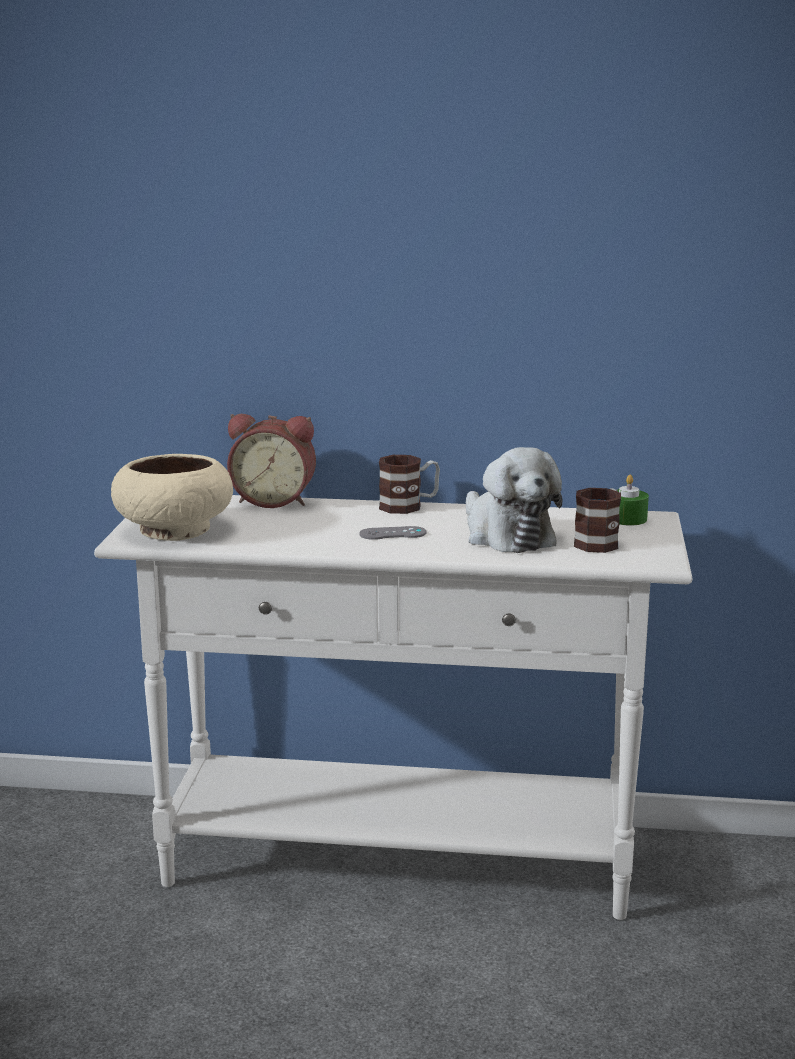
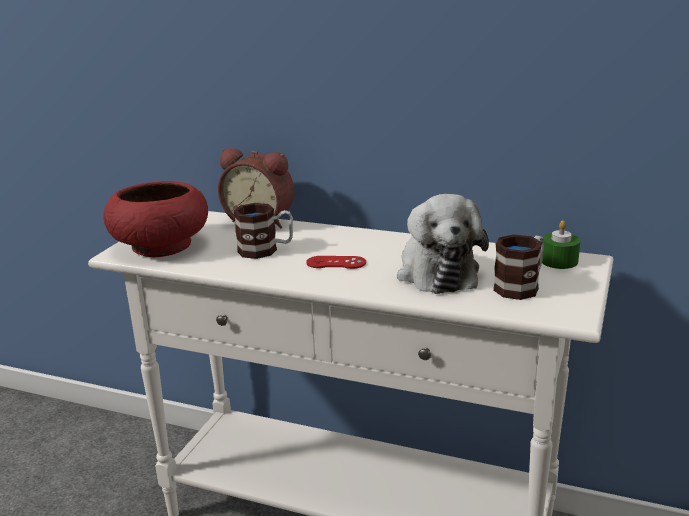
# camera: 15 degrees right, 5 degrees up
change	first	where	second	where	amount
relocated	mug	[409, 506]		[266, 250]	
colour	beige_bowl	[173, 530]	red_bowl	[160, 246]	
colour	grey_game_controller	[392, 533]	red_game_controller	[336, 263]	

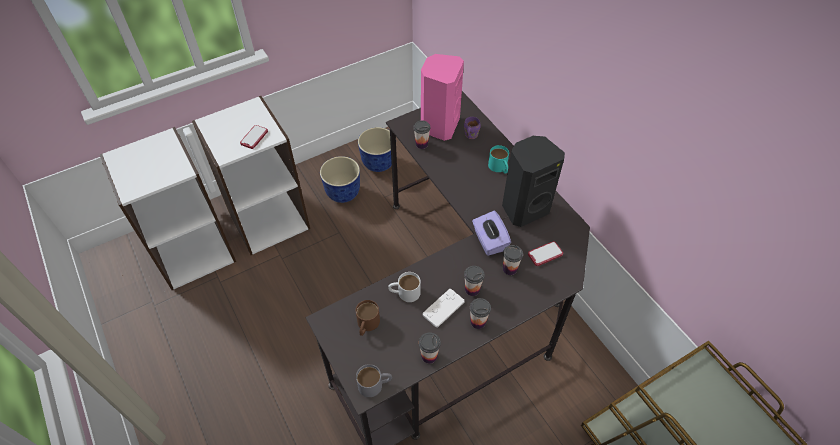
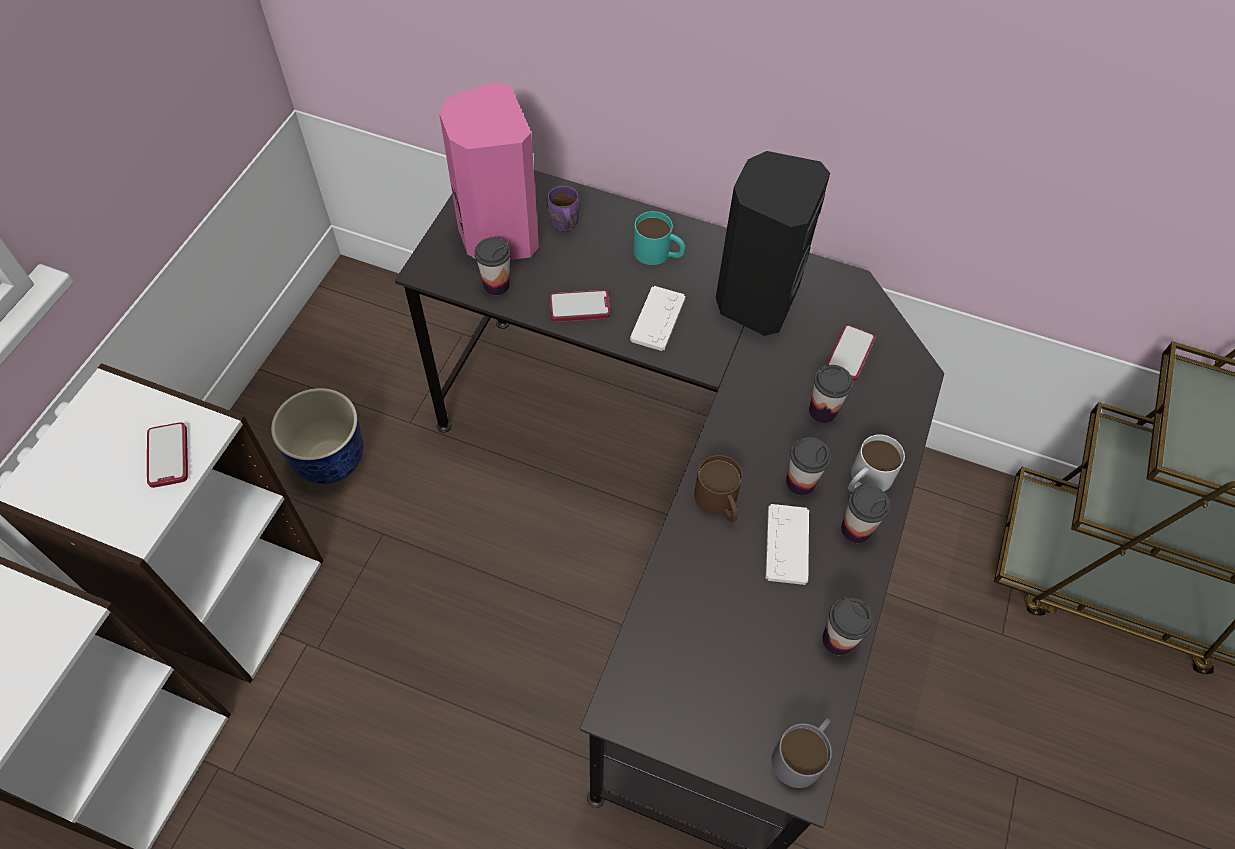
# camera: 40 degrees left, 5 degrees up
change	first	where	second	where	amount
missing	planter	[378, 164]			
missing	purple_tissue_box	[489, 241]			
appeared			phone	[579, 307]	
appeared			white_game_controller	[658, 319]	
relocated	brown_mug	[367, 325]		[719, 503]	
relocated	white_mug	[404, 292]		[866, 479]	

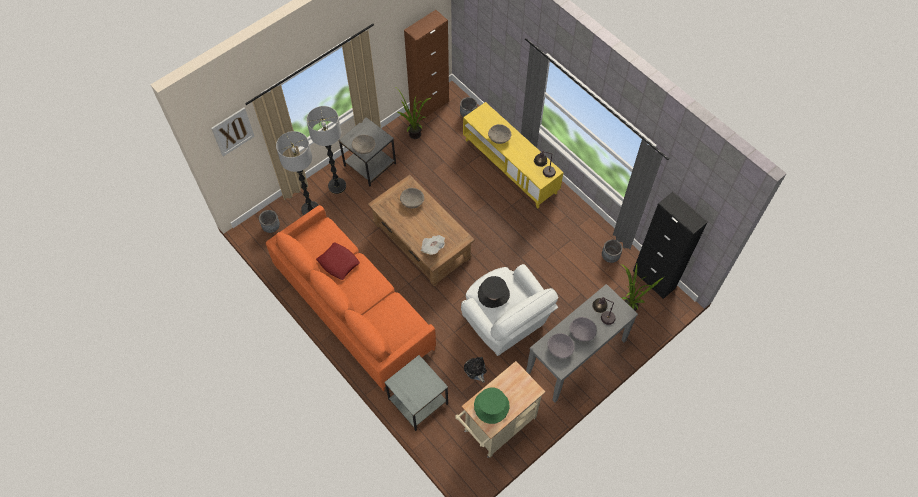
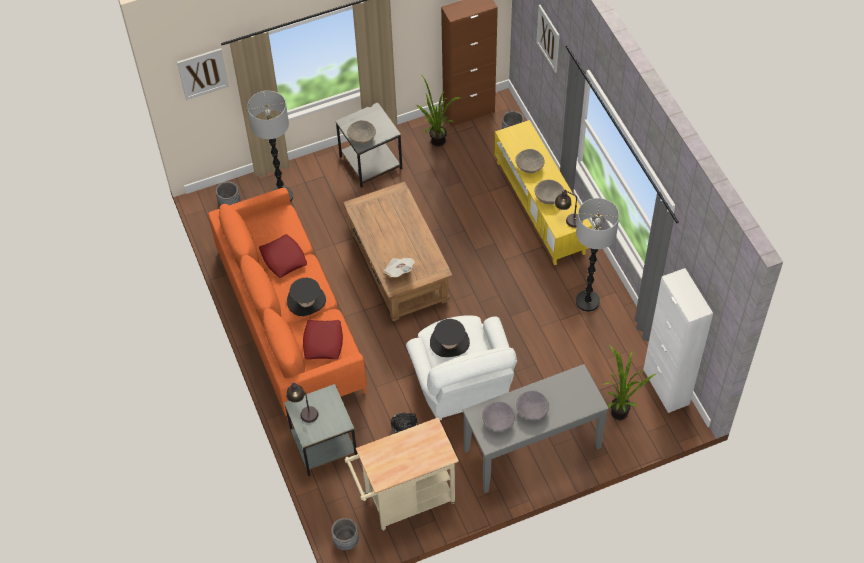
# camera: 20 degrees right, 5 degrees down
change	first	where	second	where	amount
missing	green_hat	[491, 406]			
appeared			black_hat	[306, 301]	
appeared			red_pillow	[323, 342]	
appeared			picture	[548, 38]	
relocated	floor_lamp	[337, 186]		[587, 301]	
relocated	beige_bowl	[412, 201]		[548, 196]	
relocated	table_lamp	[602, 316]		[303, 411]	
relocated	grey_planter	[610, 257]		[346, 541]	
colour	black_cabinet	[654, 279]	white_cabinet	[666, 387]	

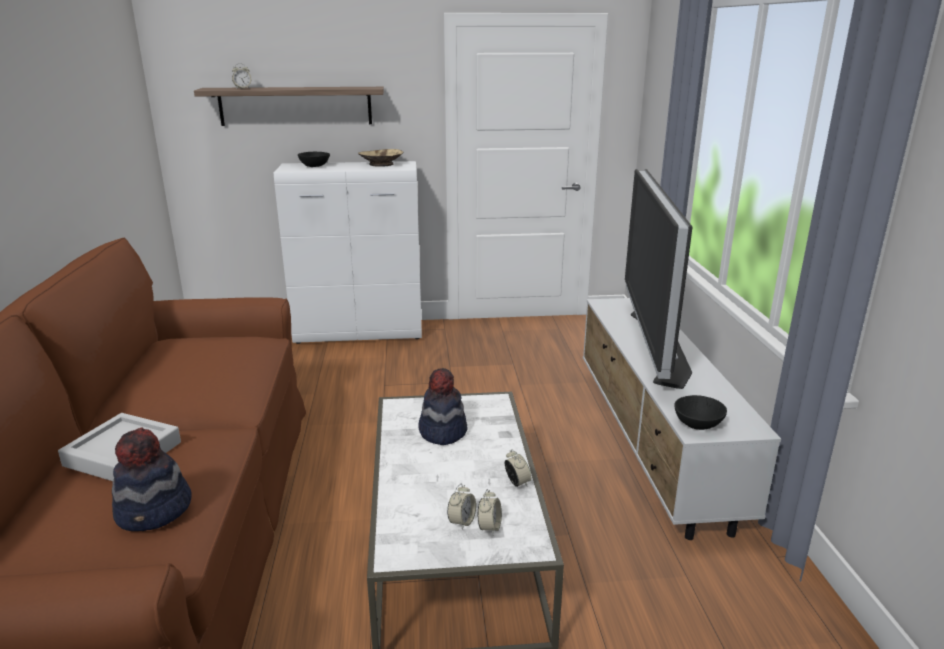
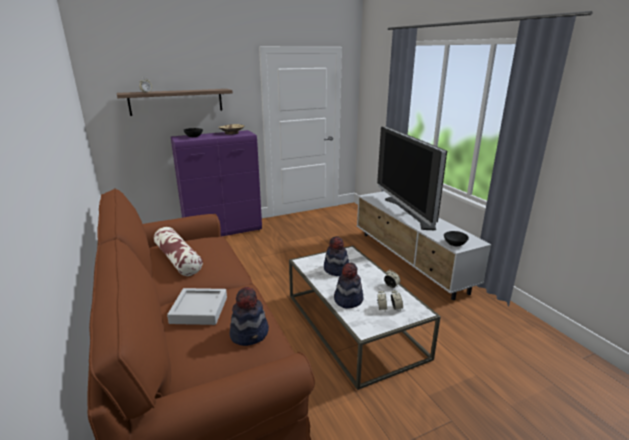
# camera: 20 degrees left, 0 degrees up
change	first	where	second	where	amount
appeared			pillow	[178, 259]	
appeared			hat	[348, 299]	
colour	white_cabinet	[360, 333]	purple_cabinet	[224, 232]	

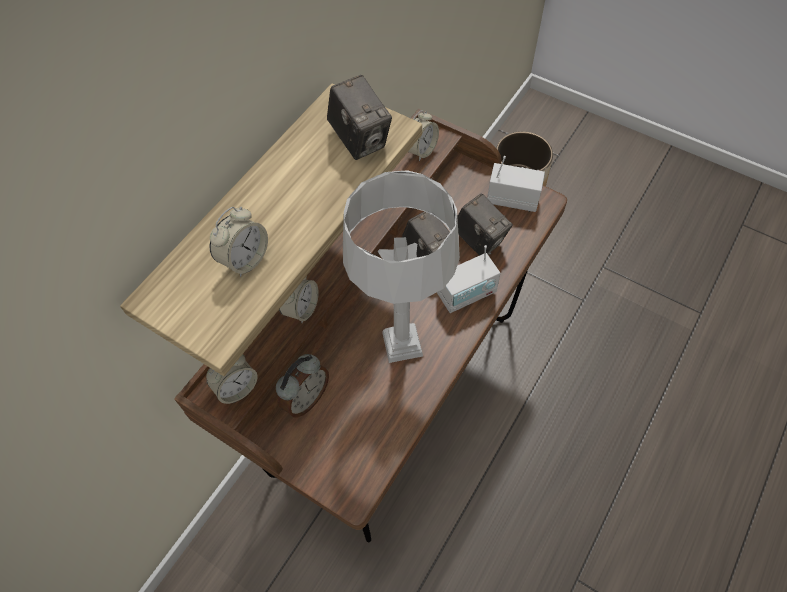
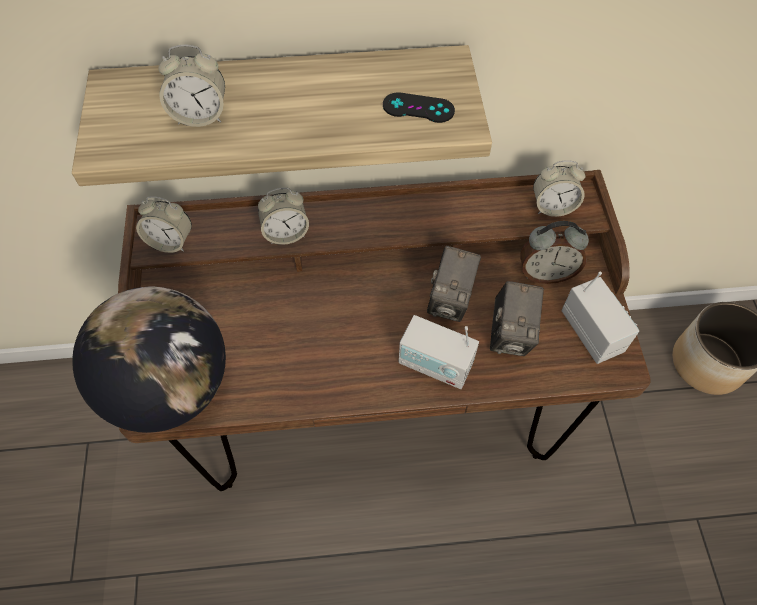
# camera: 50 degrees right, 0 degrees up
change	first	where	second	where	amount
missing	grey_table_lamp	[402, 344]			
appeared			globe	[170, 387]	
relocated	alarm_clock	[306, 398]		[545, 273]	
exchanged	photo_camera	[360, 140]	black_game_controller	[418, 108]	

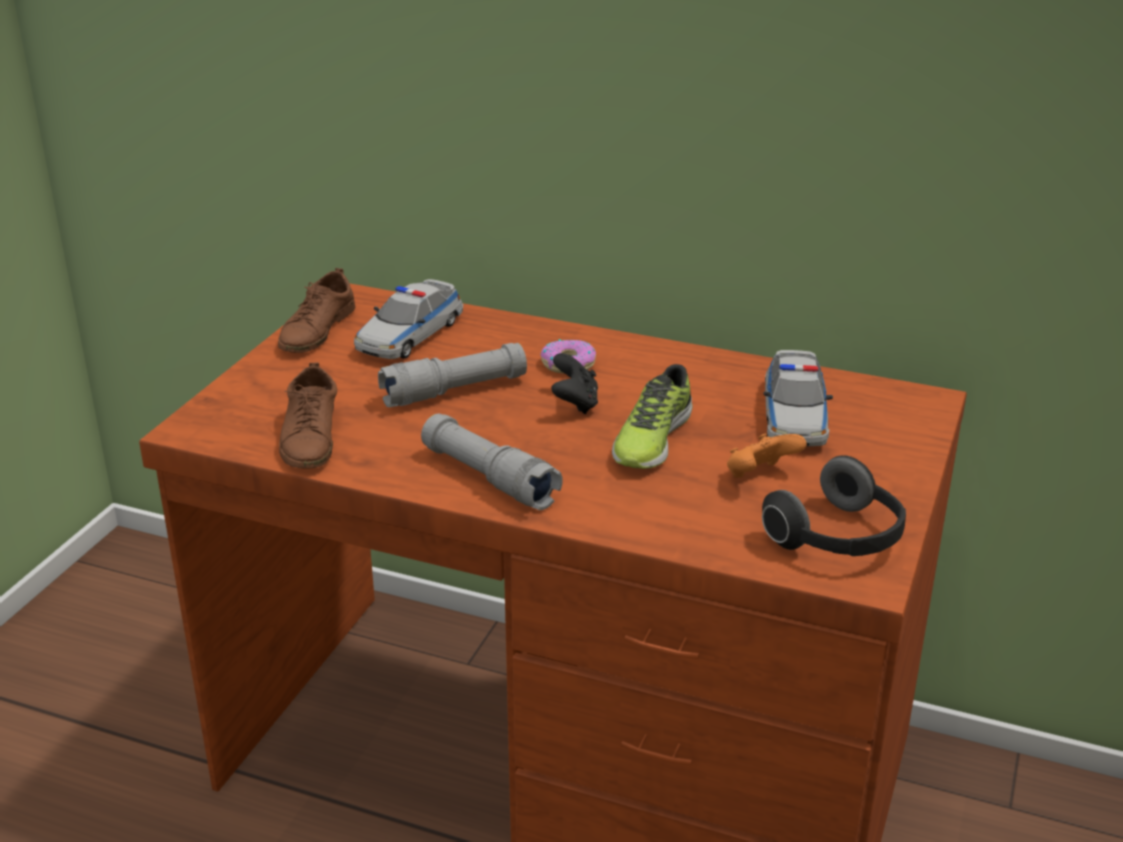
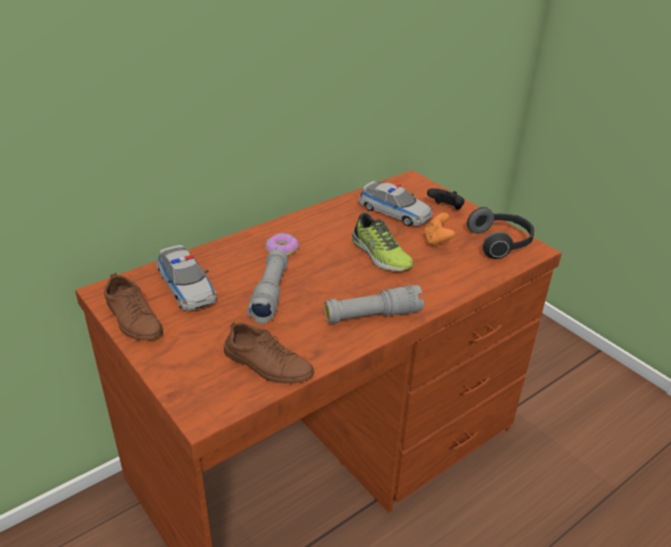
# camera: 60 degrees left, 5 degrees up
change	first	where	second	where	amount
relocated	black_game_controller	[575, 403]		[445, 209]	

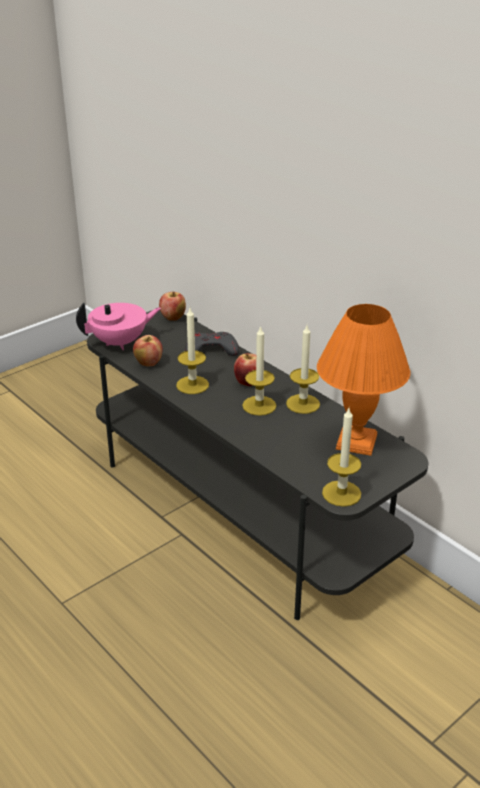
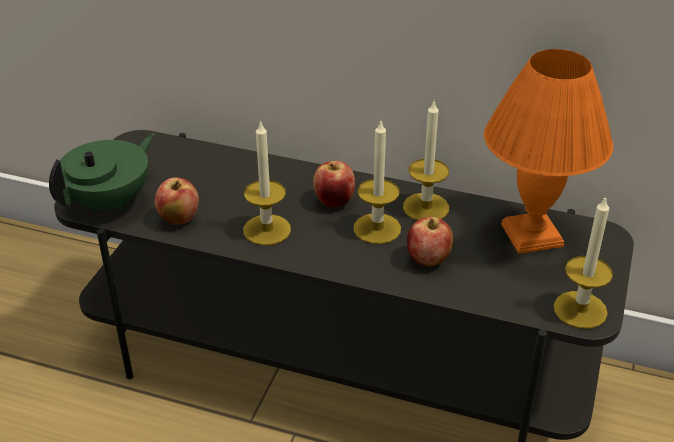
# camera: 30 degrees left, 5 degrees up
change	first	where	second	where	amount
missing	grey_game_controller	[211, 350]			
relocated	apple	[173, 318]		[428, 260]	
colour	pink_teapot	[120, 343]	green_teapot	[111, 202]	

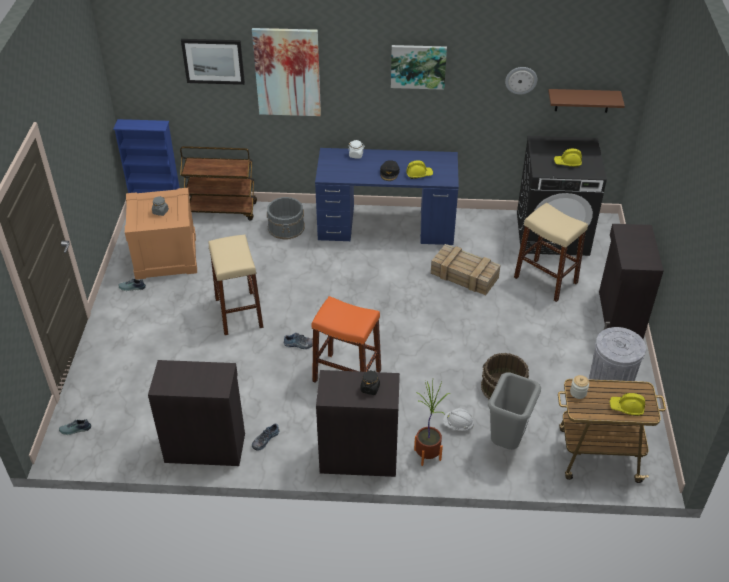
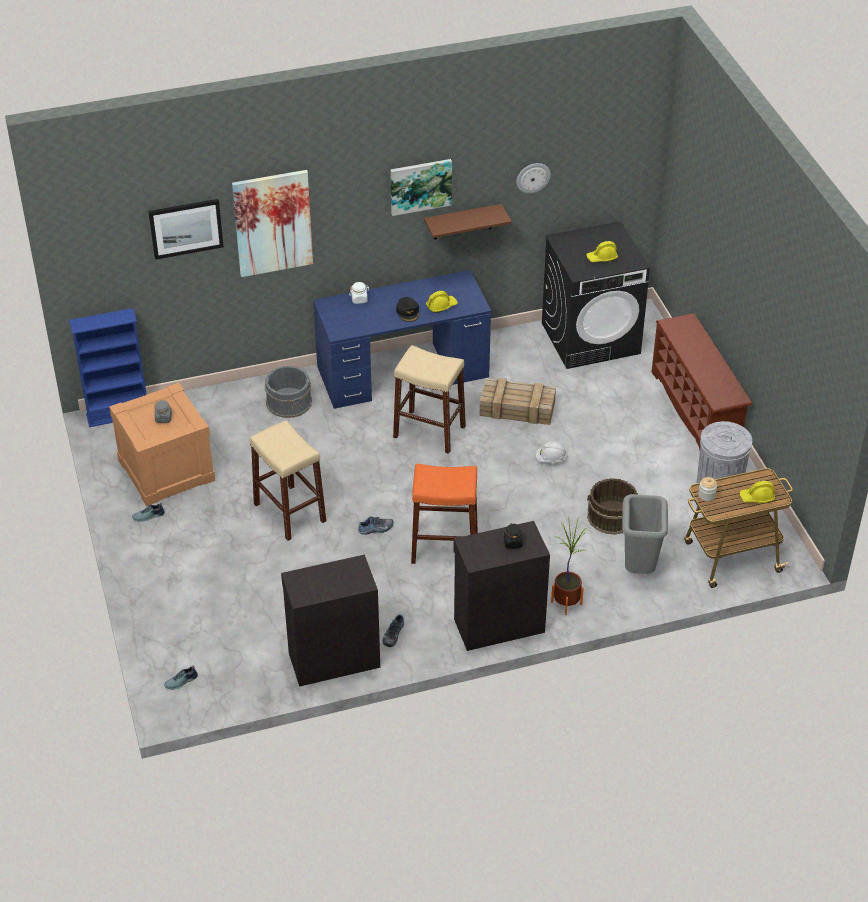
# camera: 20 degrees left, 0 degrees up
change	first	where	second	where	amount
missing	brown_cart	[222, 210]			
relocated	white_hard_hat	[457, 425]		[551, 459]	
relocated	beige_stool	[545, 280]		[429, 431]	
relocated	brown_shelf	[582, 100]		[462, 222]	
exchanged	black_cabinet	[619, 315]	brown_shoe_rack	[696, 411]	

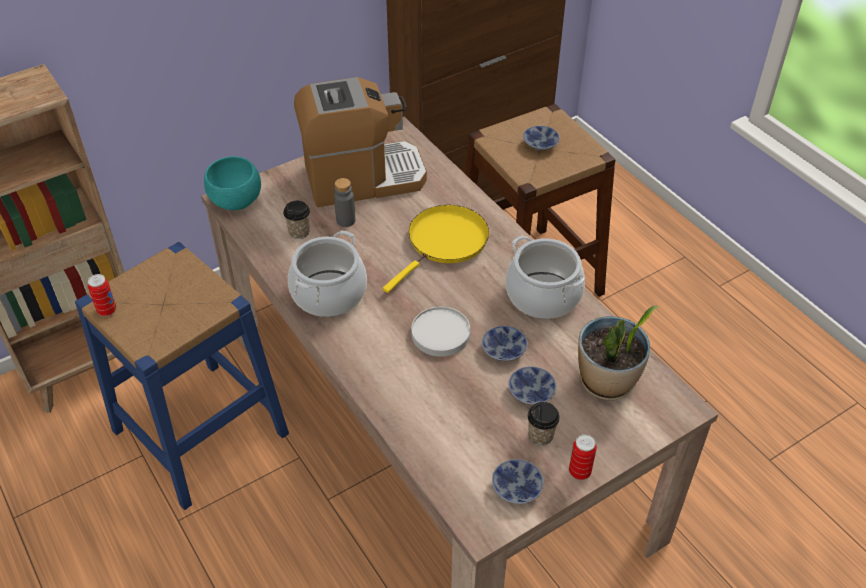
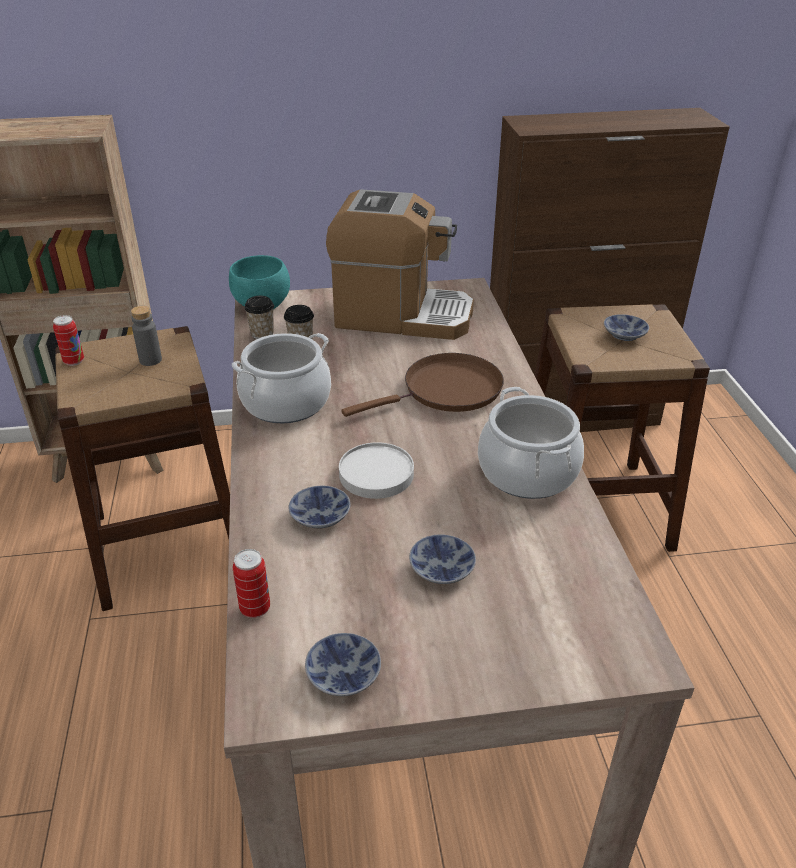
# camera: 25 degrees right, 10 degrees down
change	first	where	second	where	amount
missing	potted_plant	[607, 382]			
relocated	grey_bottle	[345, 220]		[150, 360]	
relocated	bowl	[505, 349]		[322, 516]	
relocated	cup	[540, 436]		[262, 334]	
relocated	can	[579, 472]		[255, 608]	
colour	blue_stool	[200, 432]	brown_stool	[168, 544]	
colour	yellow_frying_pan	[445, 242]	brown_frying_pan	[446, 390]	

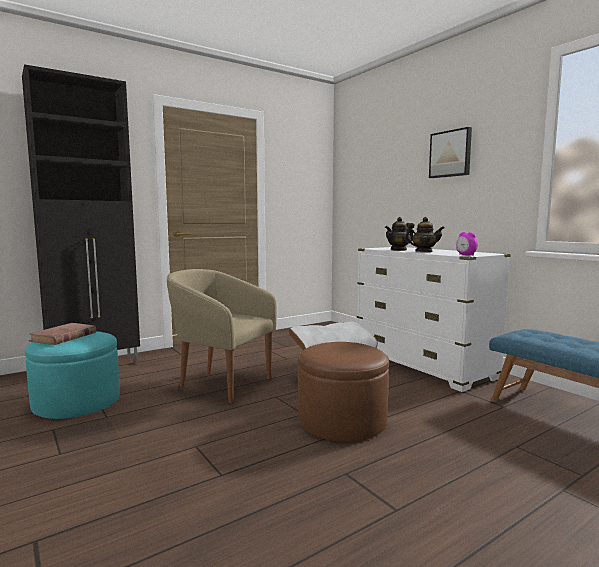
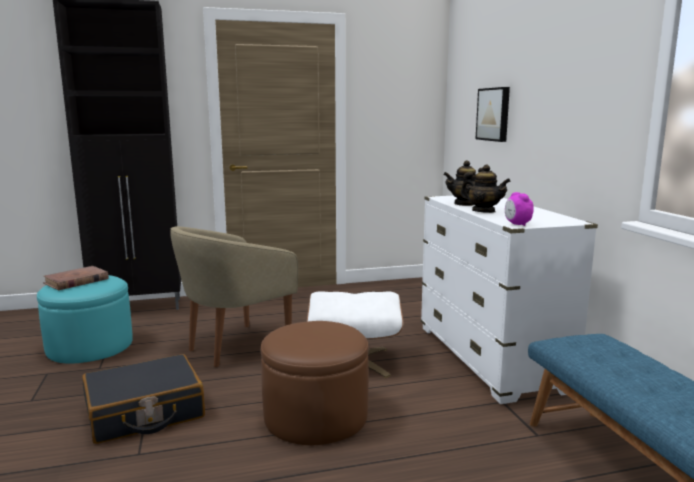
# camera: 20 degrees right, 5 degrees up
change	first	where	second	where	amount
appeared			black_suitcase	[145, 412]	
relocated	picture	[451, 154]		[494, 114]	
spun	beige_armchair	[221, 384]		[235, 346]	90 degrees counterclockwise

